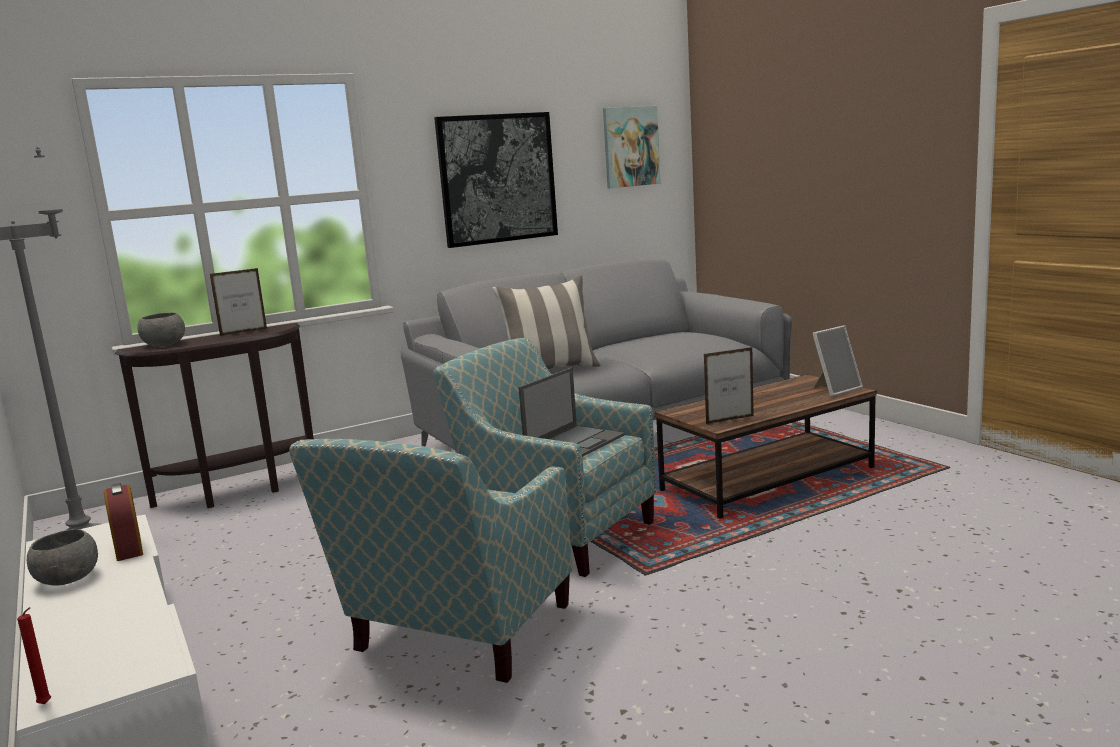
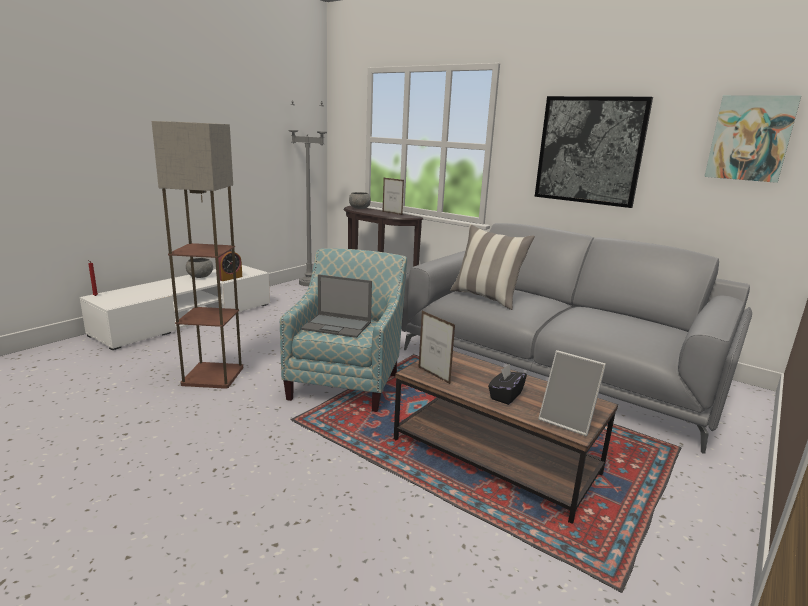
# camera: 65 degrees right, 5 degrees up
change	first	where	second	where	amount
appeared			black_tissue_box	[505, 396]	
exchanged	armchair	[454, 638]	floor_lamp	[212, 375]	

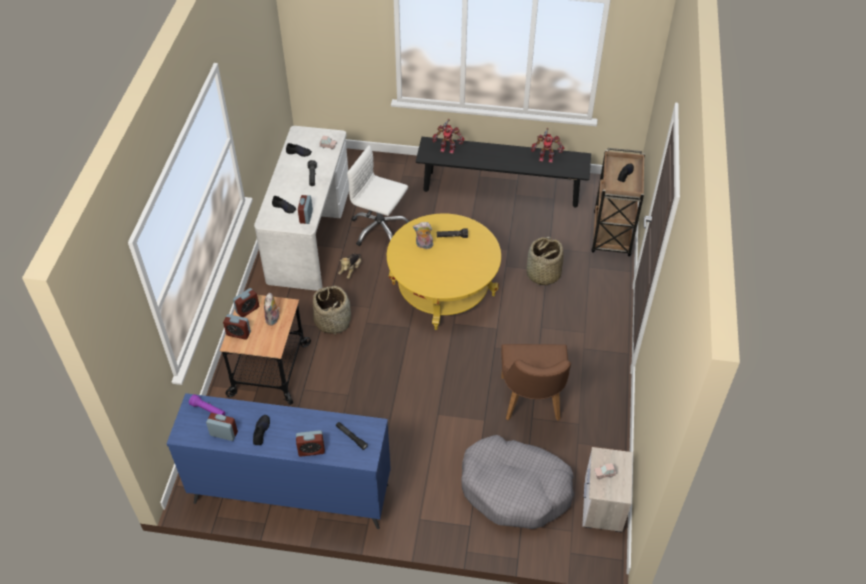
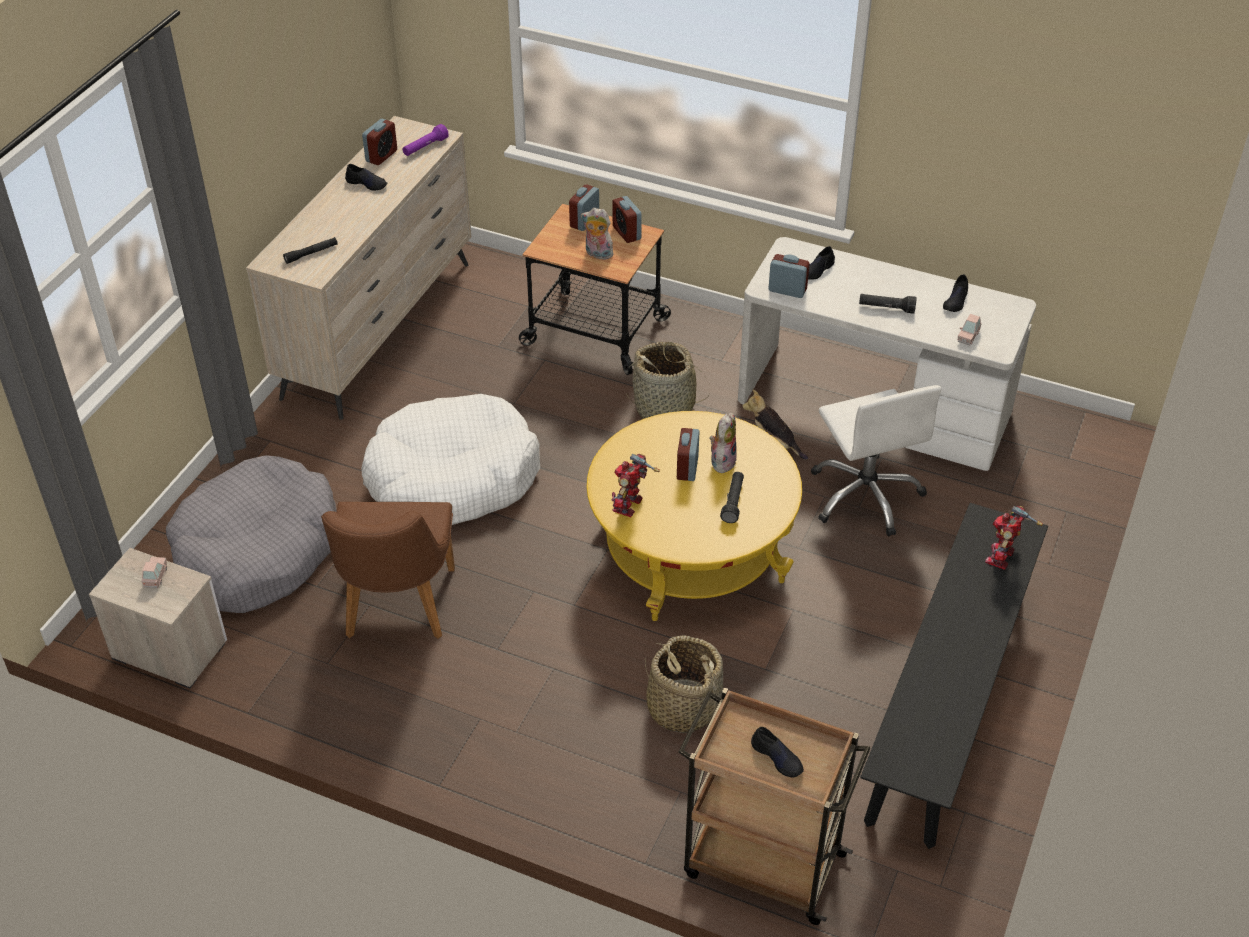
# camera: 105 degrees right, 5 degrees down
change	first	where	second	where	amount
appeared			white_dog_bed	[452, 477]	
relocated	alarm_clock	[311, 450]		[687, 468]	
relocated	toy_robot	[546, 157]		[630, 506]	
colour	blue_dresser	[291, 492]	beige_dresser	[379, 329]	
spun	white_office_chair	[380, 229]		[866, 495]	120 degrees clockwise
spun	brown_chair	[531, 404]		[396, 611]	105 degrees counterclockwise

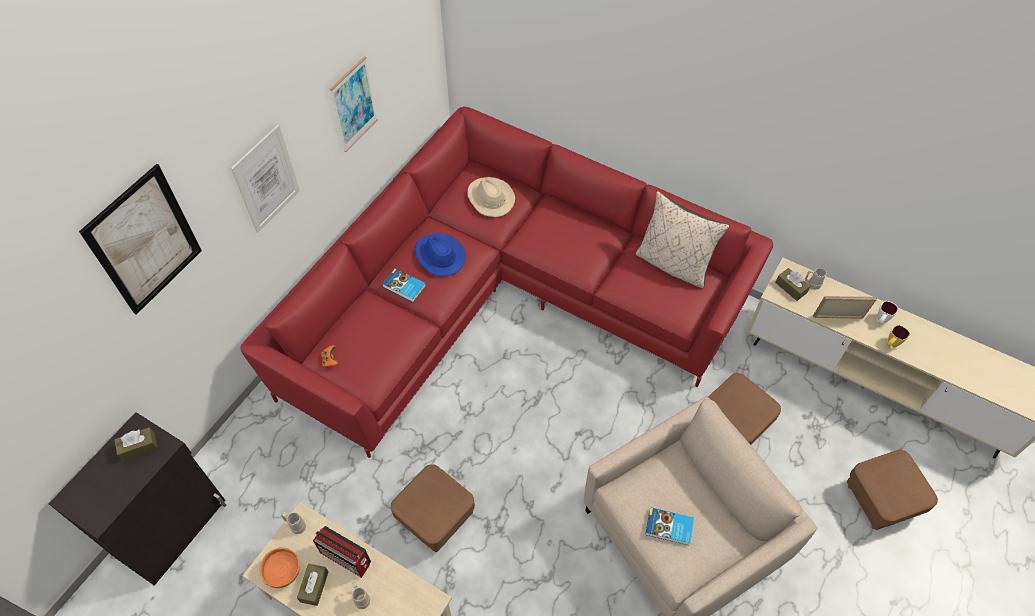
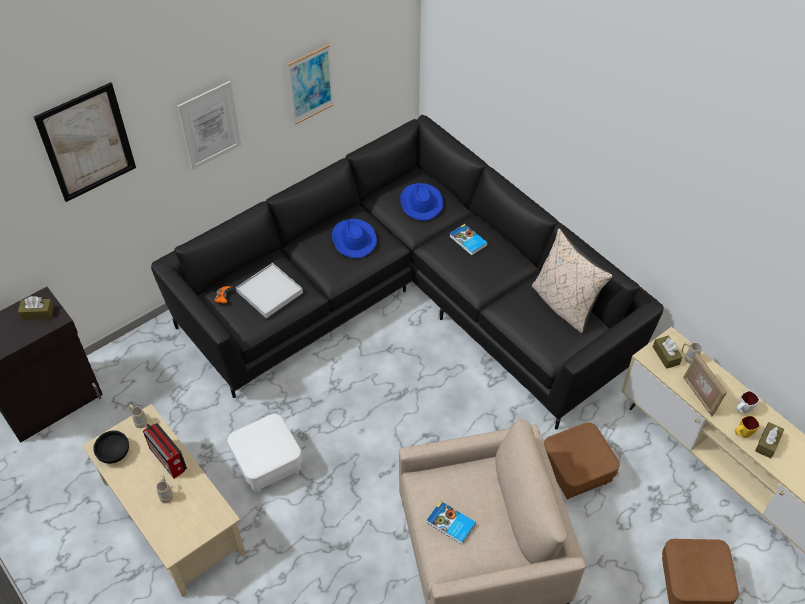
# camera: 20 degrees right, 5 degrees down
change	first	where	second	where	amount
appeared			white_tray	[270, 292]	
relocated	brown_tissue_box	[314, 586]		[767, 443]	
relocated	book	[404, 287]		[467, 241]	
colour	red_sofa	[503, 299]	black_sofa	[409, 300]	
colour	orange_bowl	[283, 572]	black_bowl	[114, 453]	
colour	brown_ottoman	[435, 518]	white_ottoman	[268, 465]	
colour	beige_hat	[490, 198]	blue_hat	[420, 203]	
spun	picture_frame	[838, 318]		[699, 395]	135 degrees counterclockwise

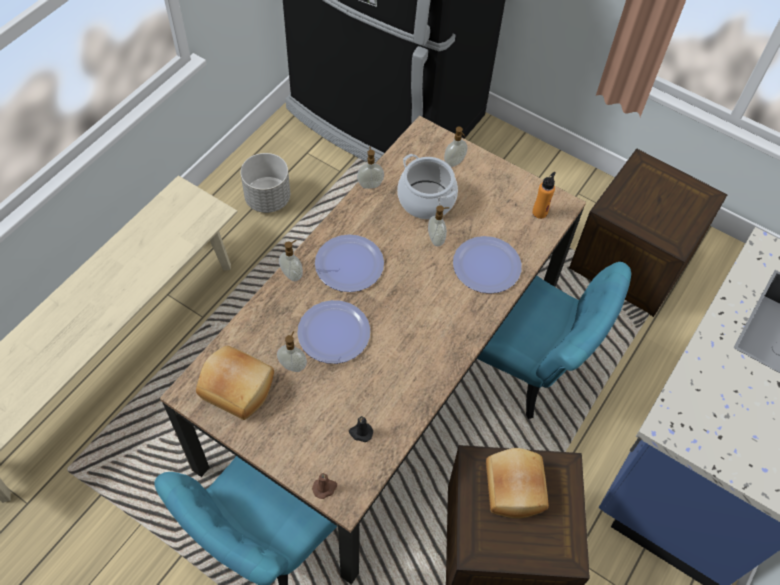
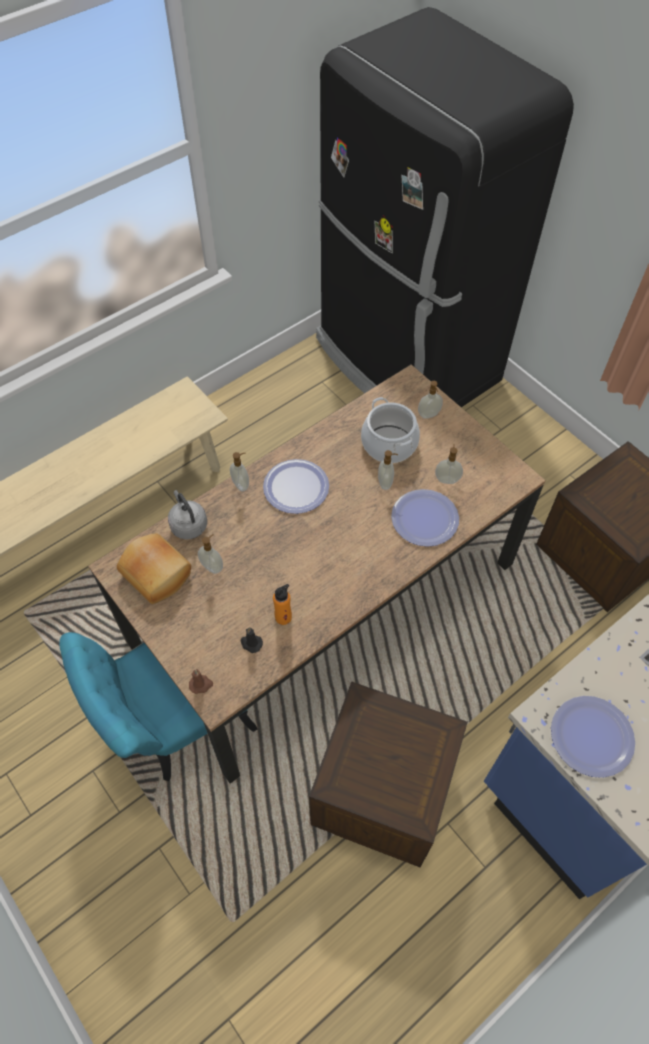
# camera: 20 degrees right, 0 degrees up
change	first	where	second	where	amount
missing	grey_planter	[268, 198]			
missing	turquoise_chair	[522, 368]			
missing	bread	[512, 488]			
appeared			grey_kettle	[188, 525]	
relocated	plate	[334, 333]		[592, 737]	
relocated	soap_dispenser	[370, 184]		[447, 479]	
relocated	orange_bottle	[540, 212]		[283, 617]	

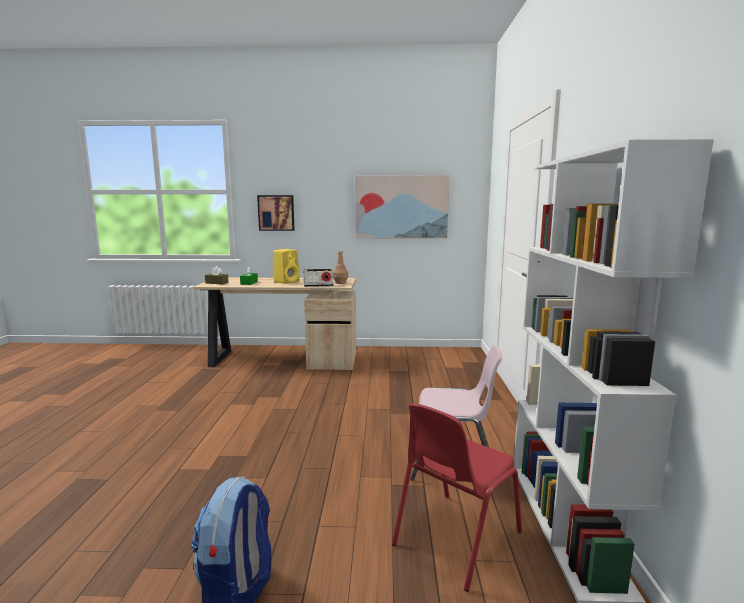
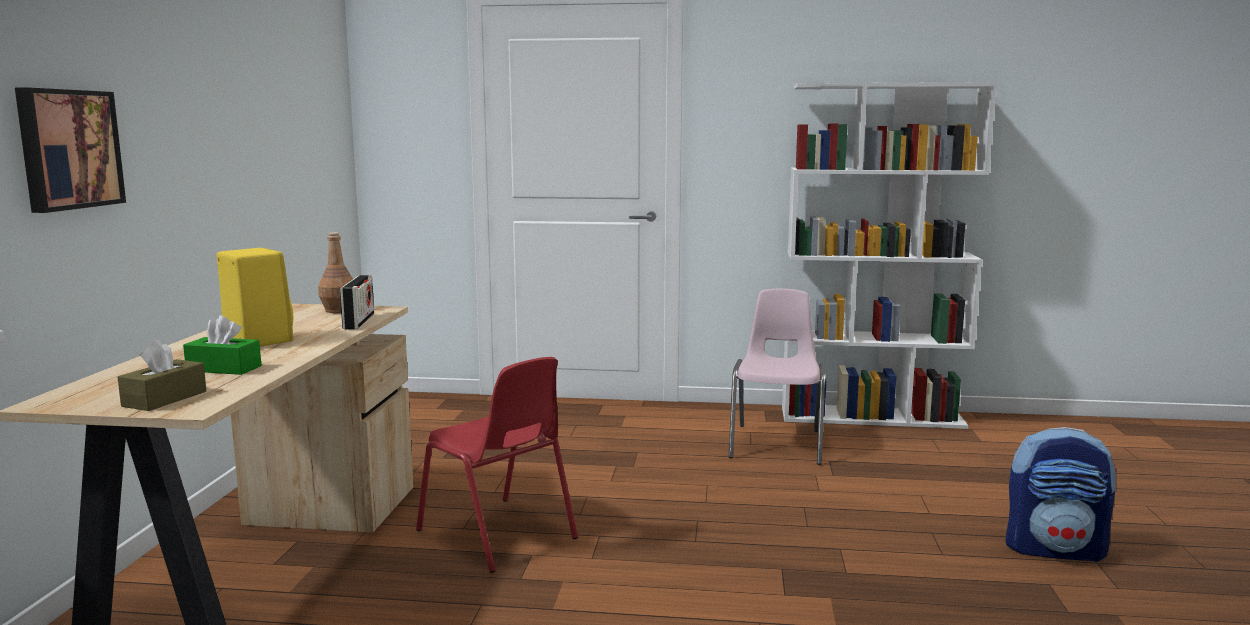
# camera: 85 degrees left, 0 degrees up
change	first	where	second	where	amount
missing	picture	[401, 207]			
relocated	red_chair	[455, 538]		[498, 535]	

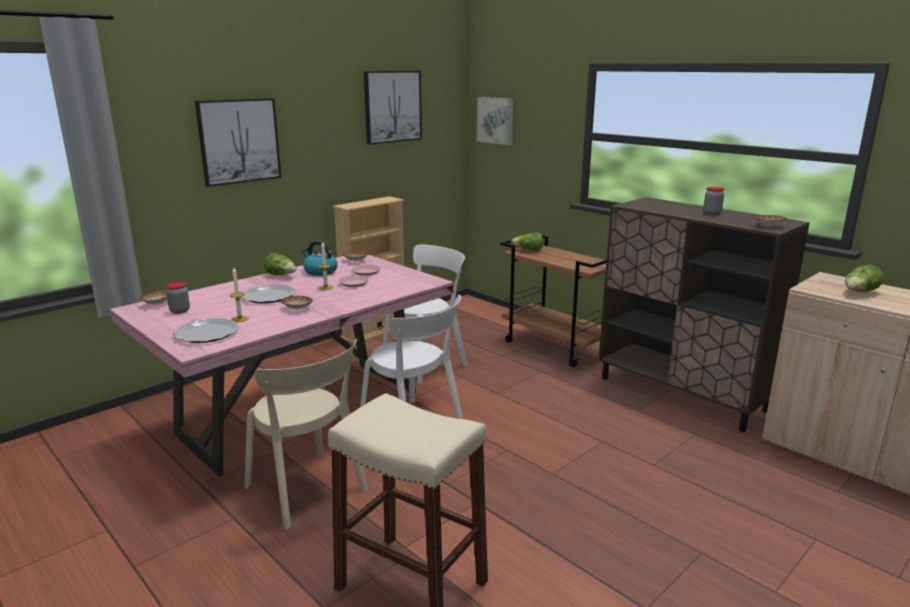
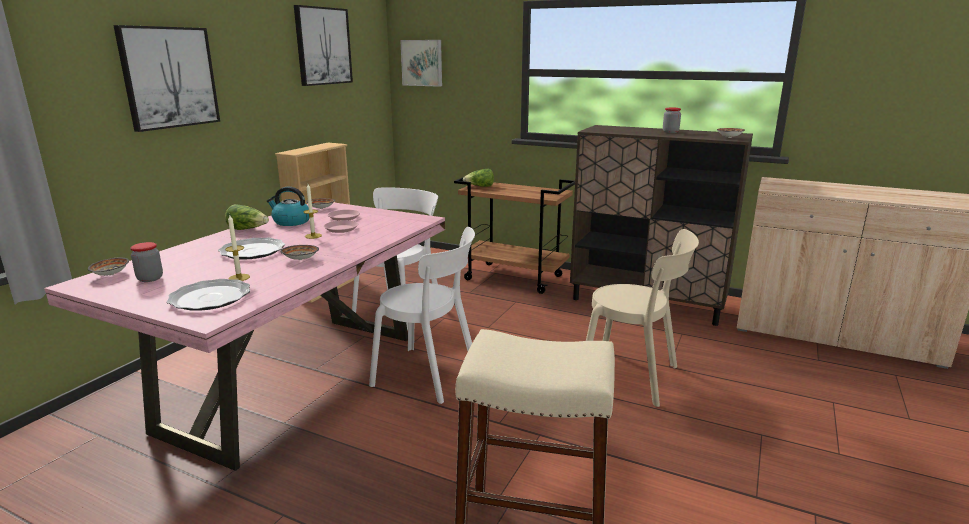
# camera: 20 degrees left, 0 degrees up
change	first	where	second	where	amount
missing	lettuce	[859, 292]			
relocated	beige_chair	[308, 491]		[633, 376]	

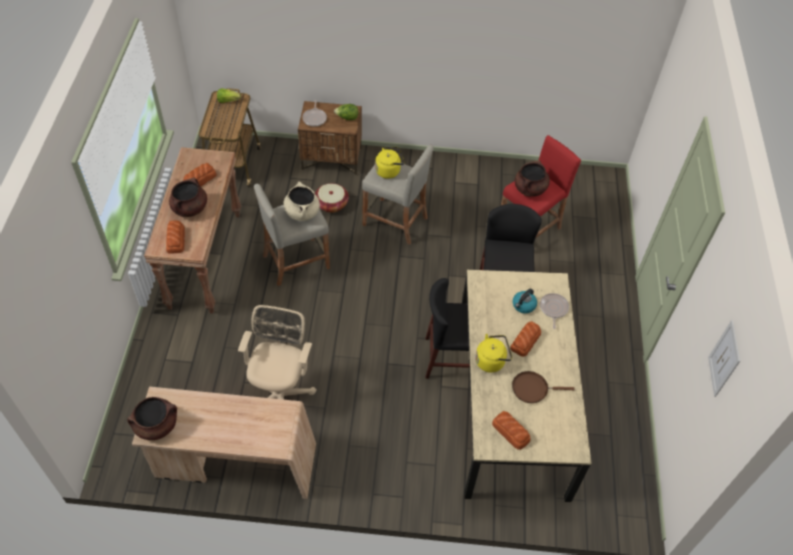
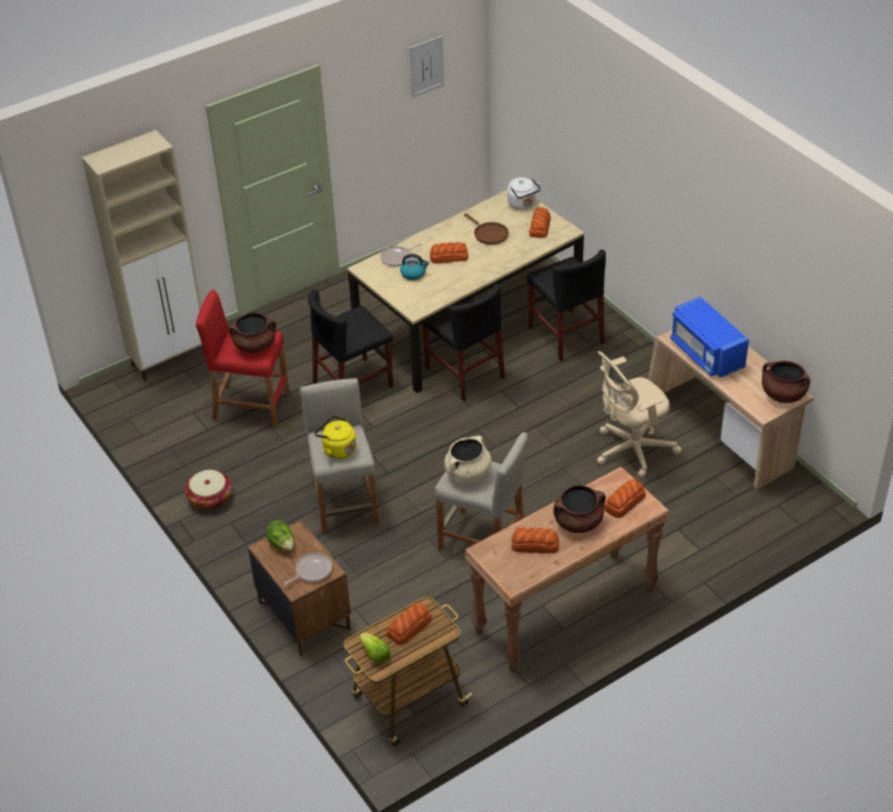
# camera: 125 degrees left, 10 degrees down
change	first	where	second	where	amount
missing	yellow_kettle	[491, 361]			
appeared			beige_cabinet	[170, 359]	
appeared			bread	[409, 627]	
appeared			white_kettle	[523, 204]	
appeared			black_chair	[566, 335]	
appeared			blue_microwave	[706, 353]	
relocated	basket	[331, 204]		[210, 498]	

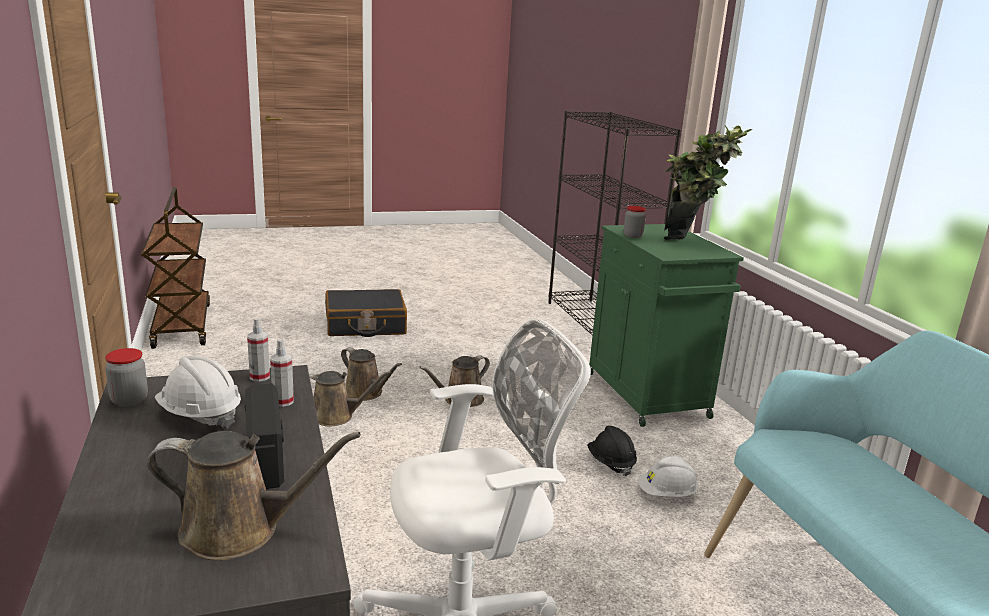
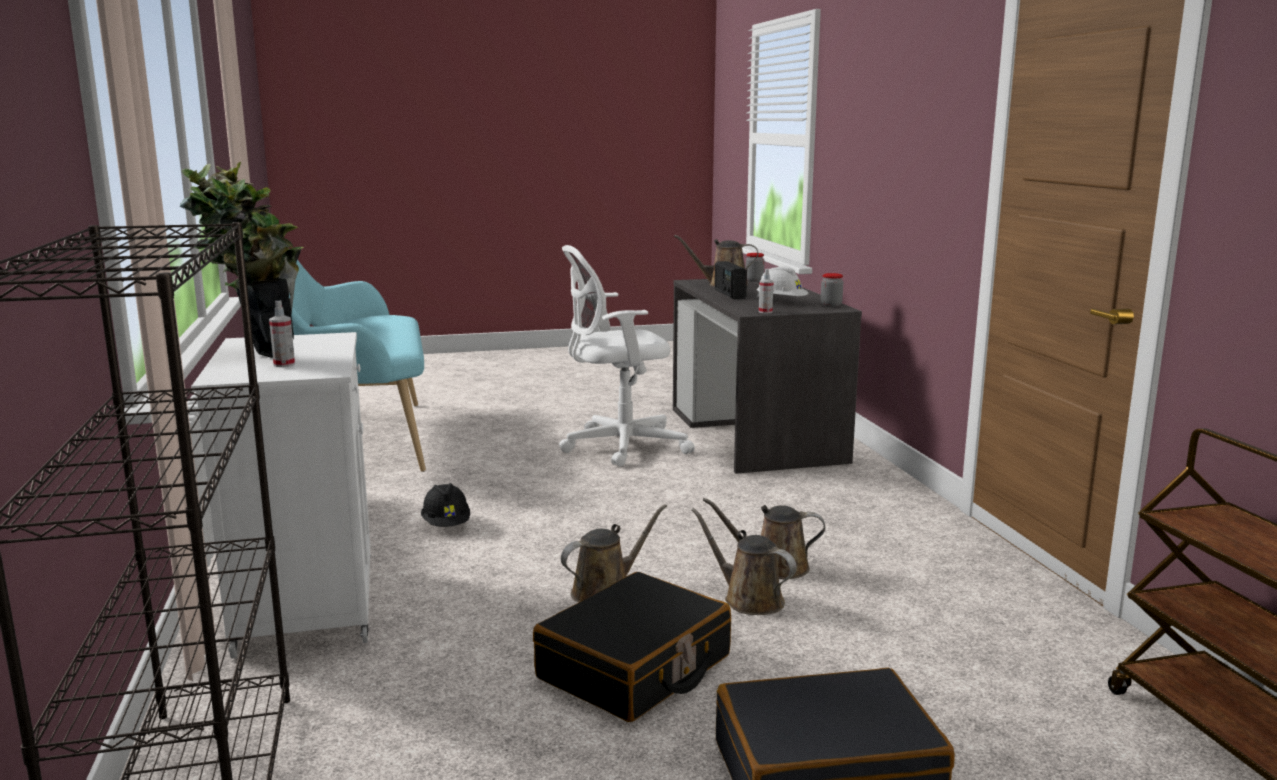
# camera: 175 degrees left, 5 degrees down
change	first	where	second	where	amount
missing	white_hard_hat	[666, 494]			
appeared			black_suitcase	[635, 668]	
relocated	spray_bottle	[283, 401]		[284, 364]	
relocated	jar	[632, 236]		[754, 280]	
colour	green_cabinet	[648, 396]	white_cabinet	[307, 602]	

